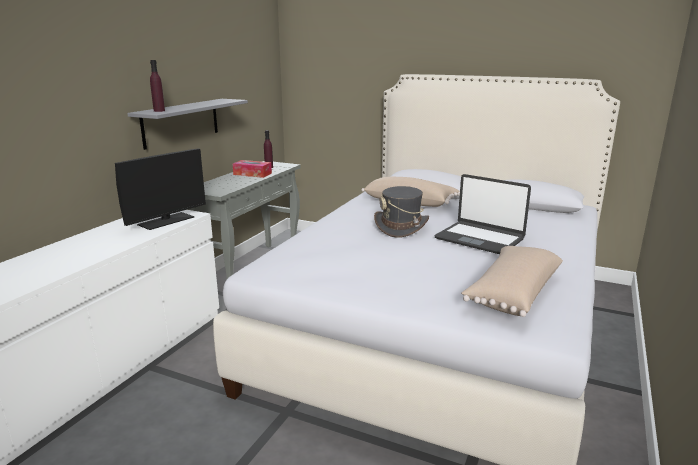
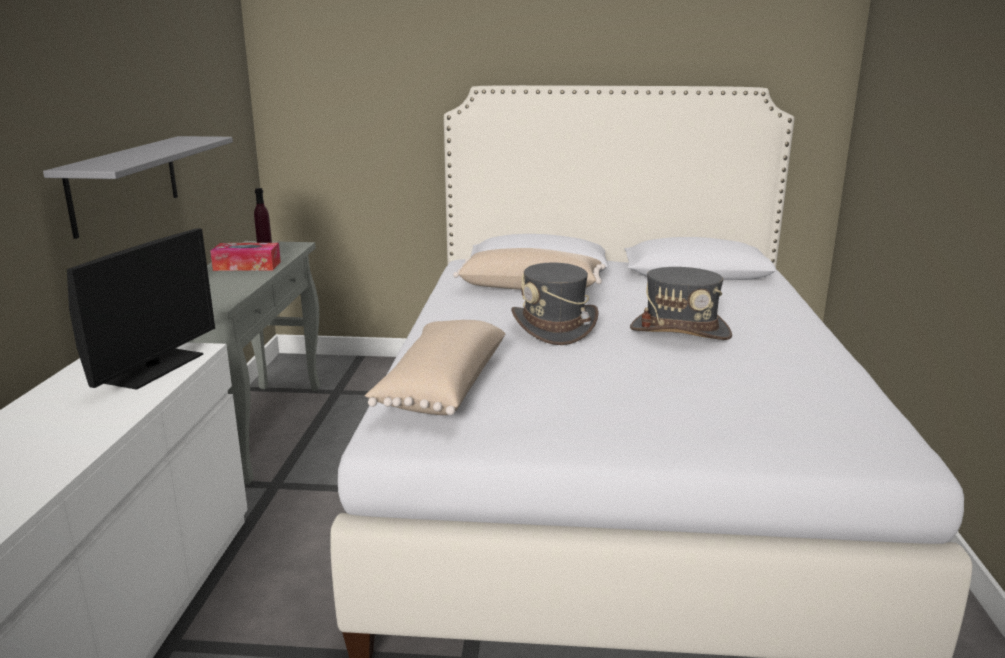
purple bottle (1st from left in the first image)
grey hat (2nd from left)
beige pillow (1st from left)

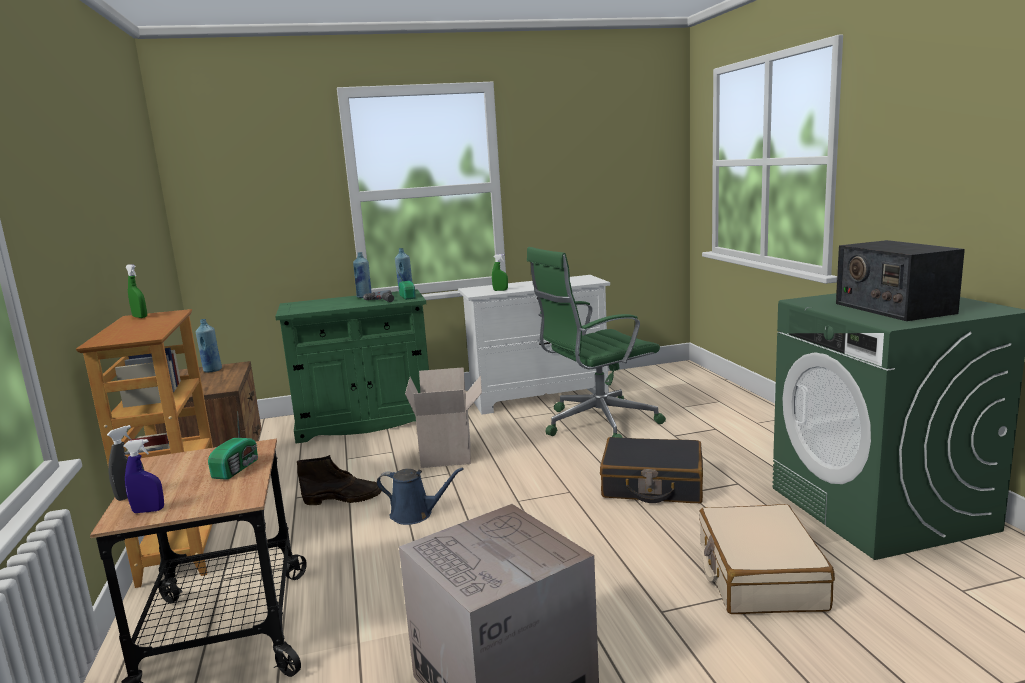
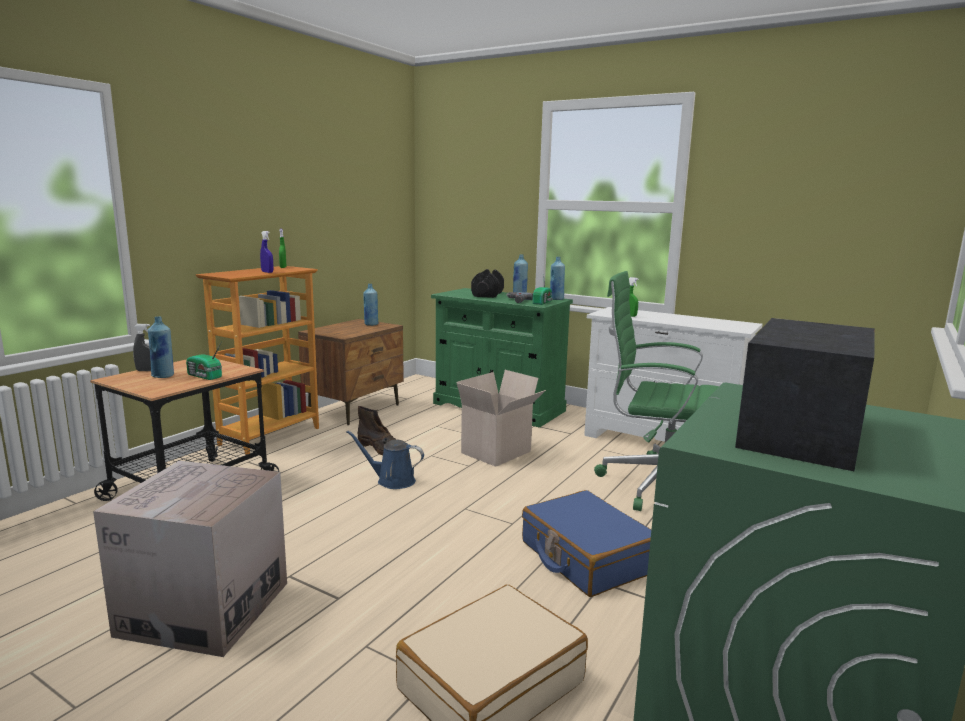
blue spray bottle
radio (1st from left)
blue watering can
blue suitcase
blue bottle (1st from left)
black dumbbell

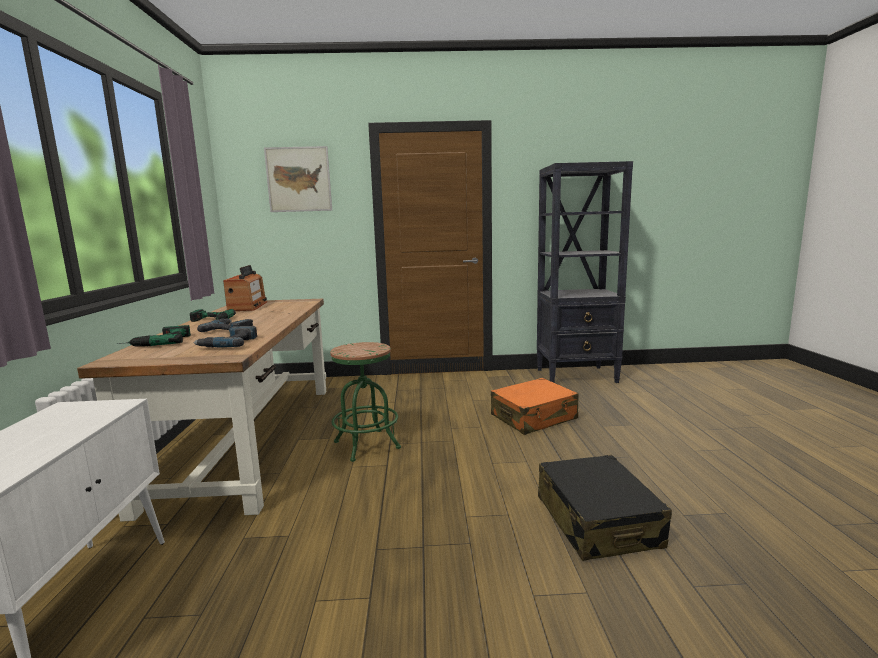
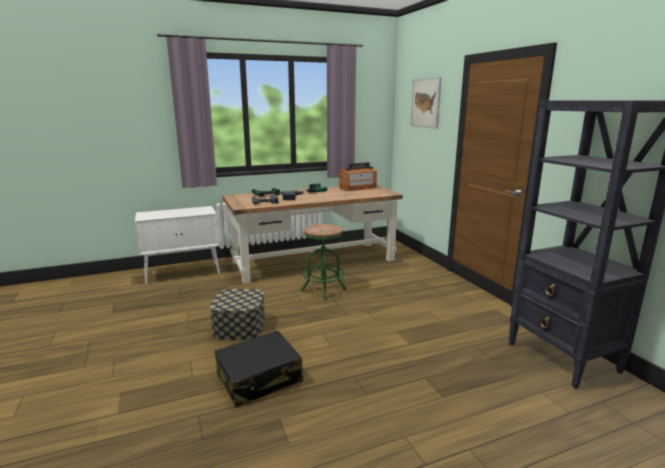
orange suitcase
storage box

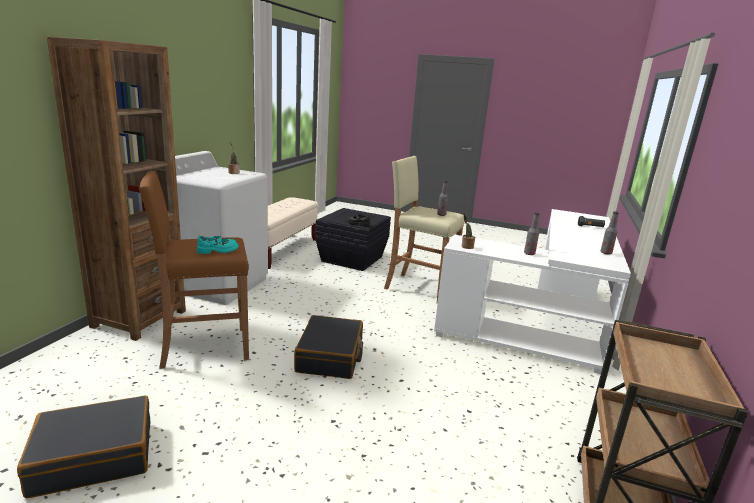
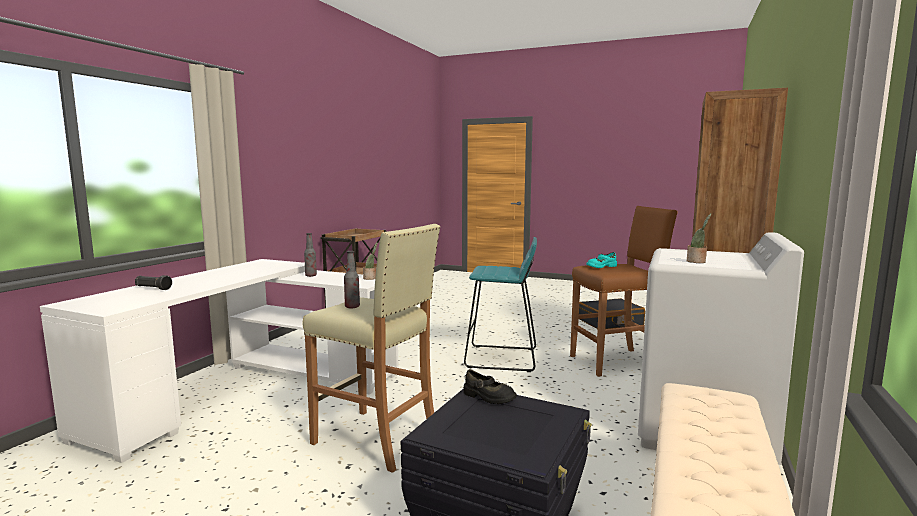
turquoise stool
bottle (3rd from left in the first image)

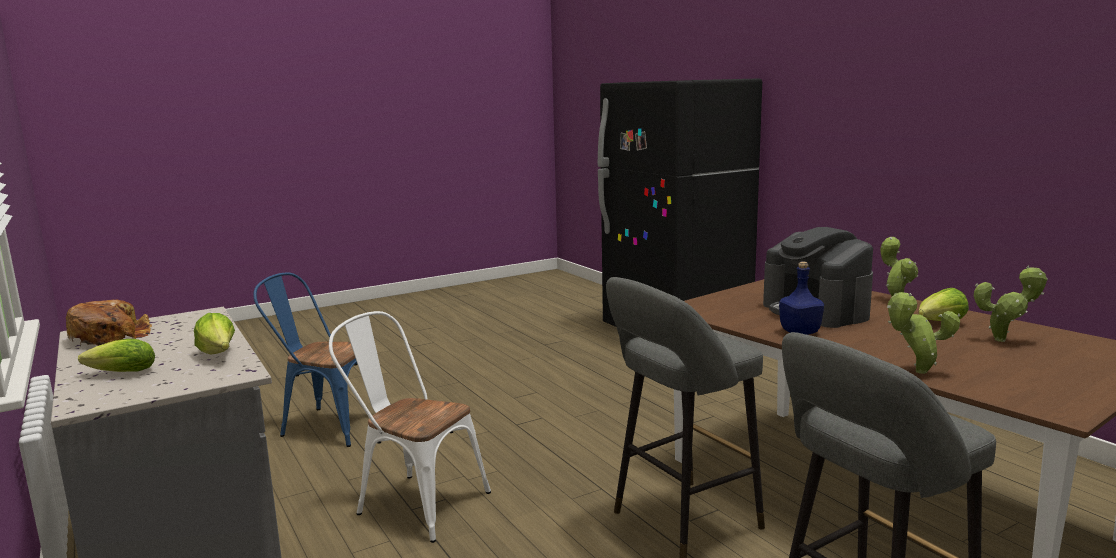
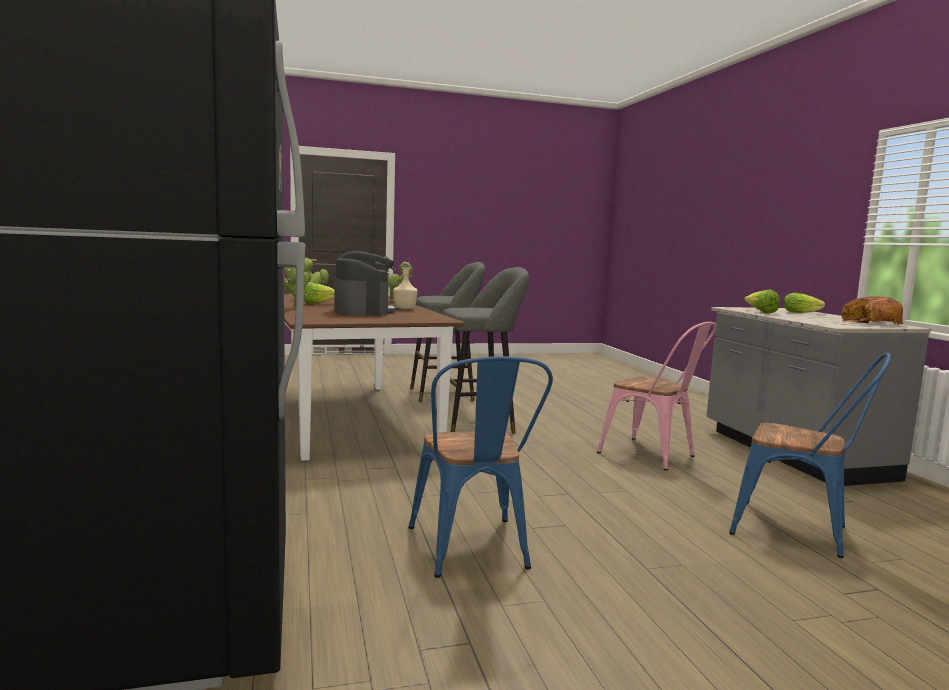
pink chair
beige bottle
blue chair (1st from left)

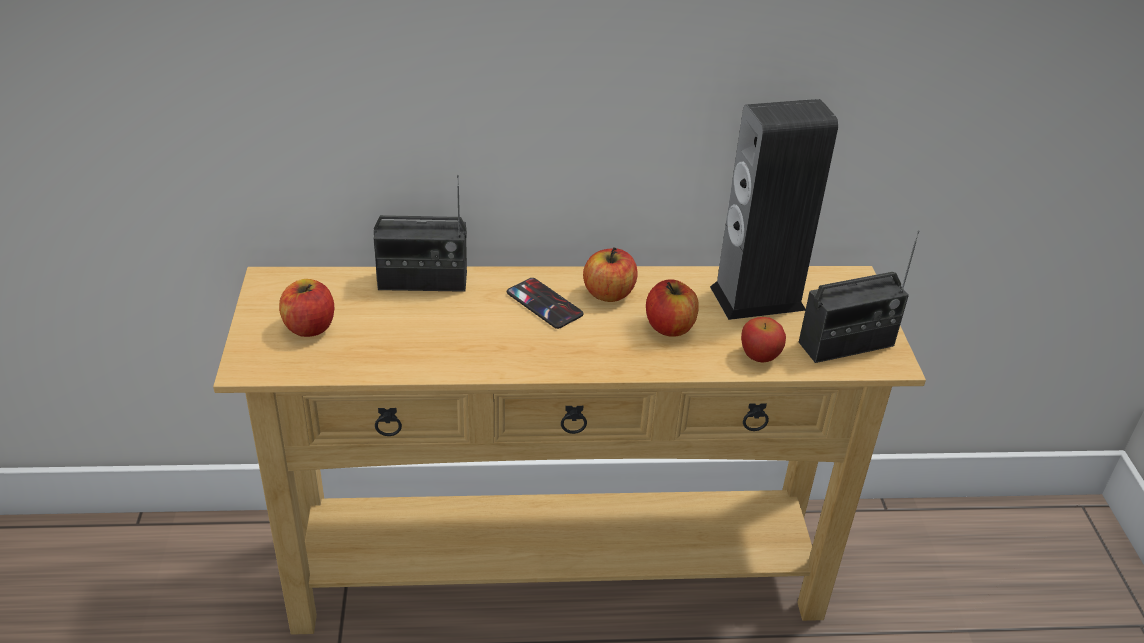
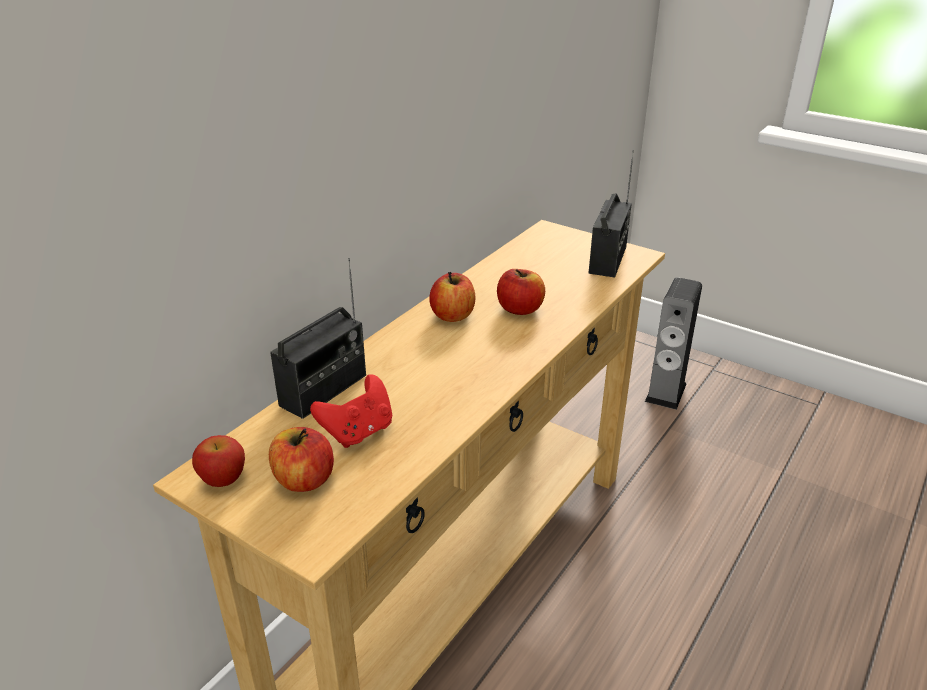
phone
speaker
apple (1st from left)
red game controller

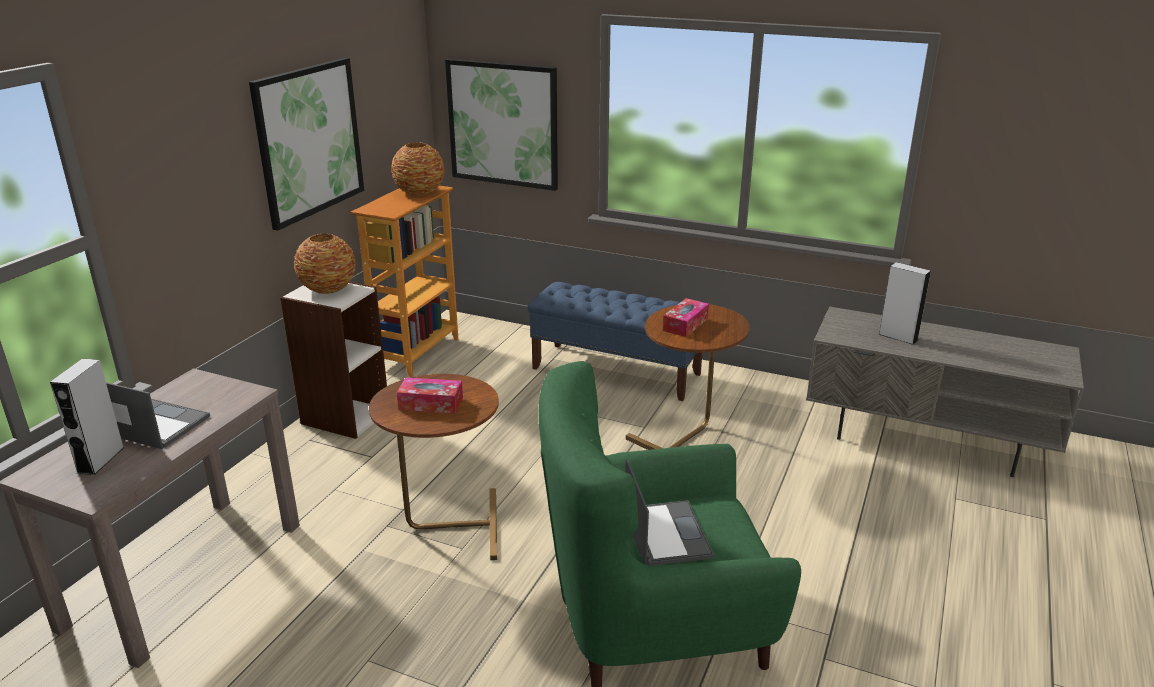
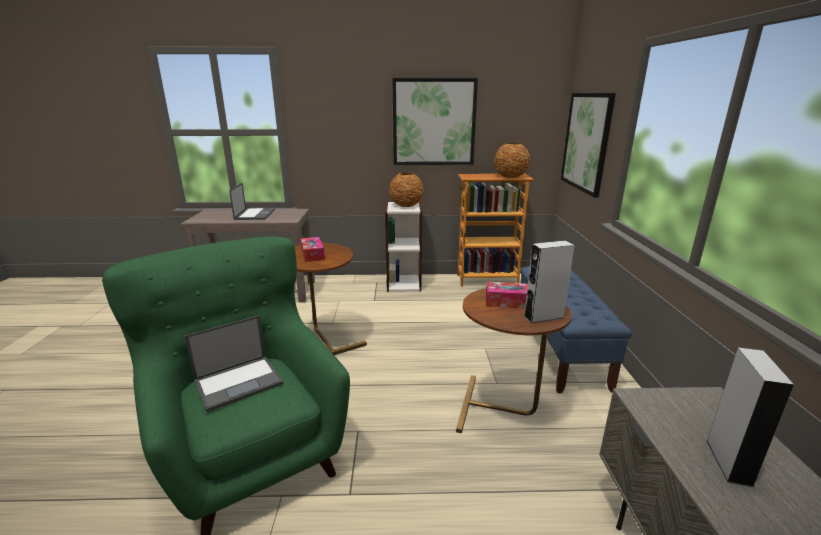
grey speaker (1st from left)

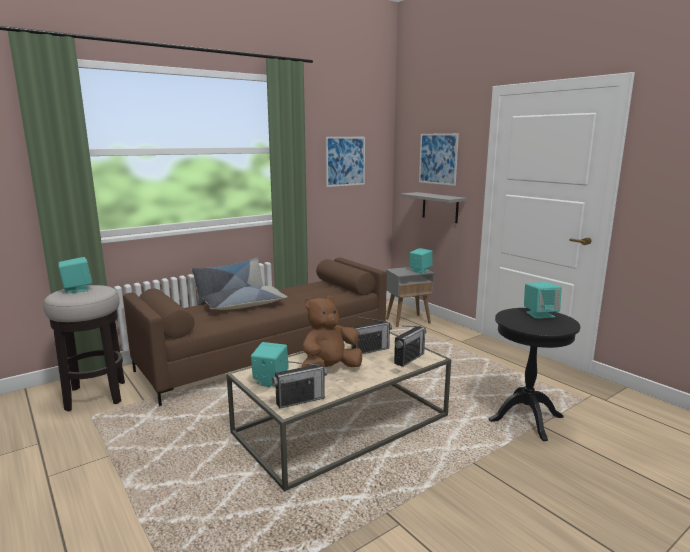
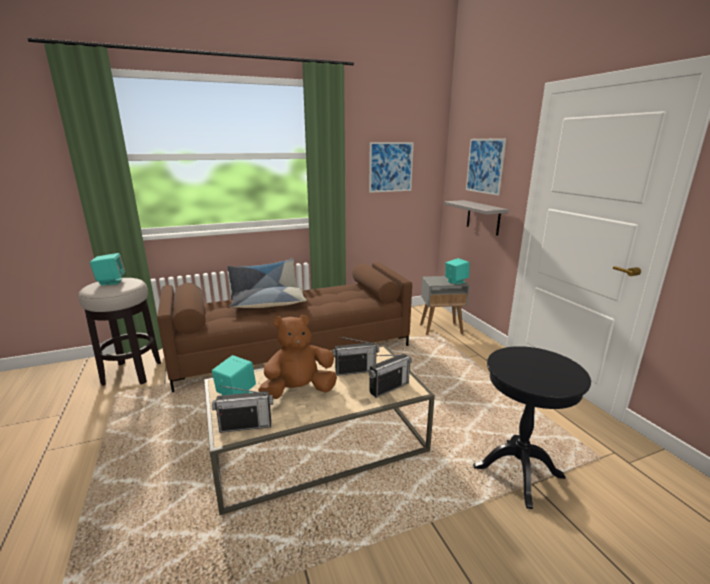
turquoise speaker (4th from left in the first image)

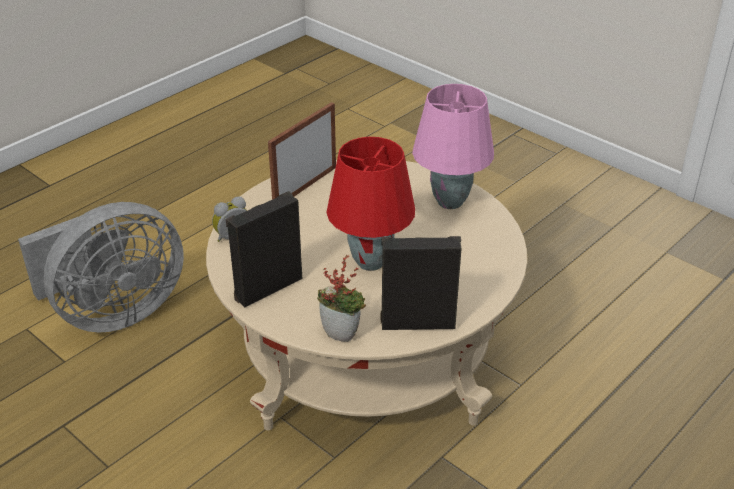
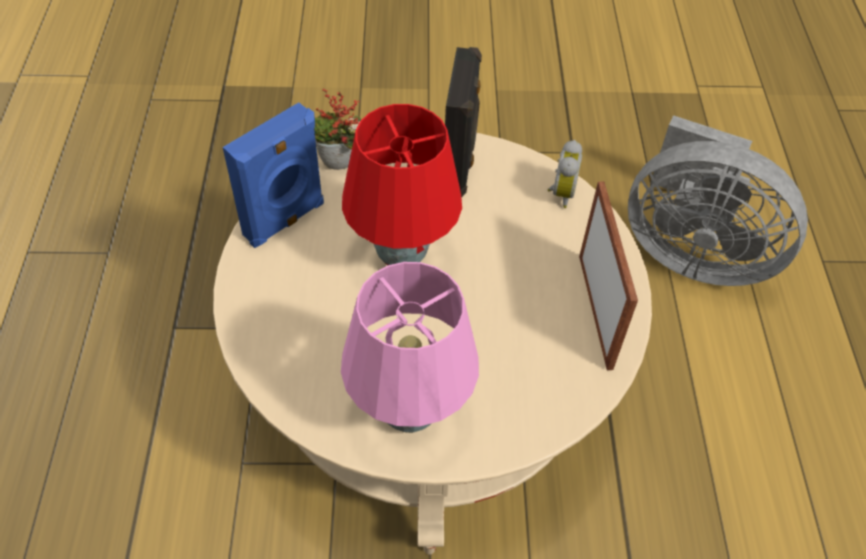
grey fan
blue speaker

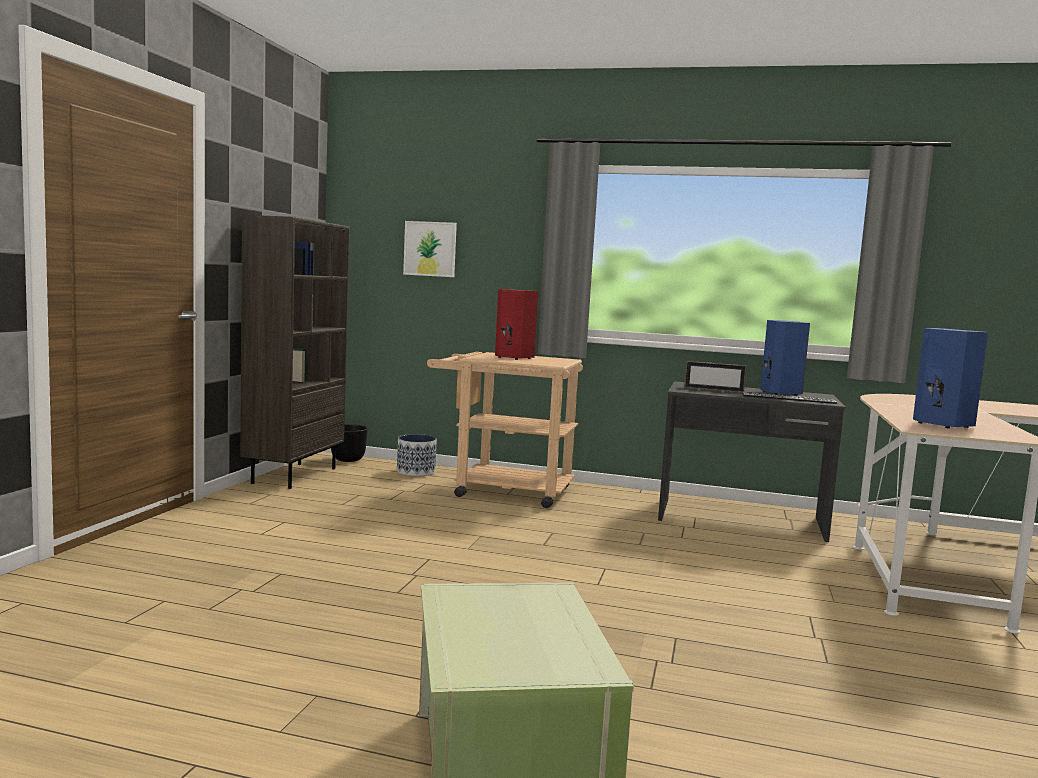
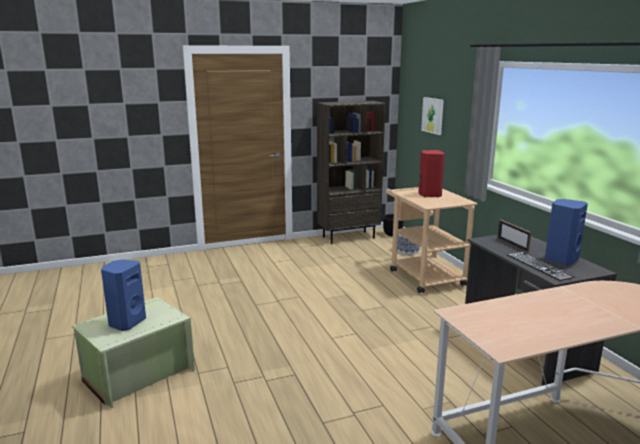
blue speaker (1st from left)

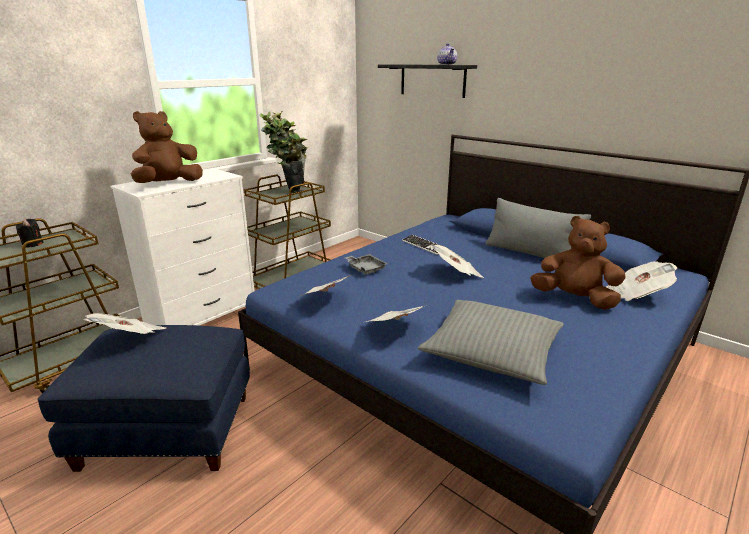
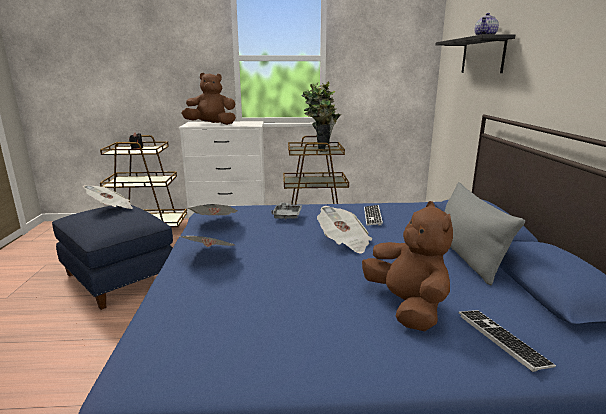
grey pillow (1st from left in the first image)
keyboard (2nd from left)

